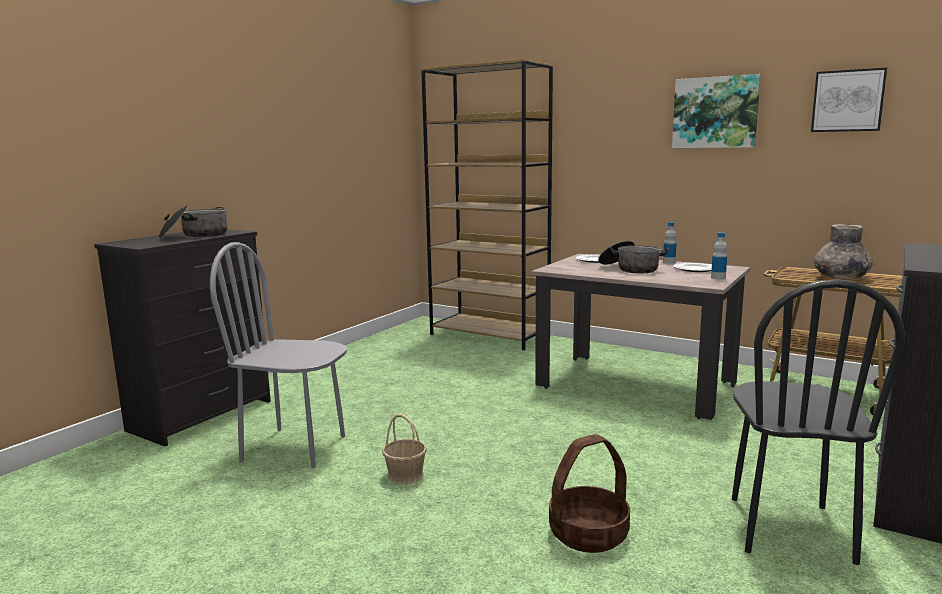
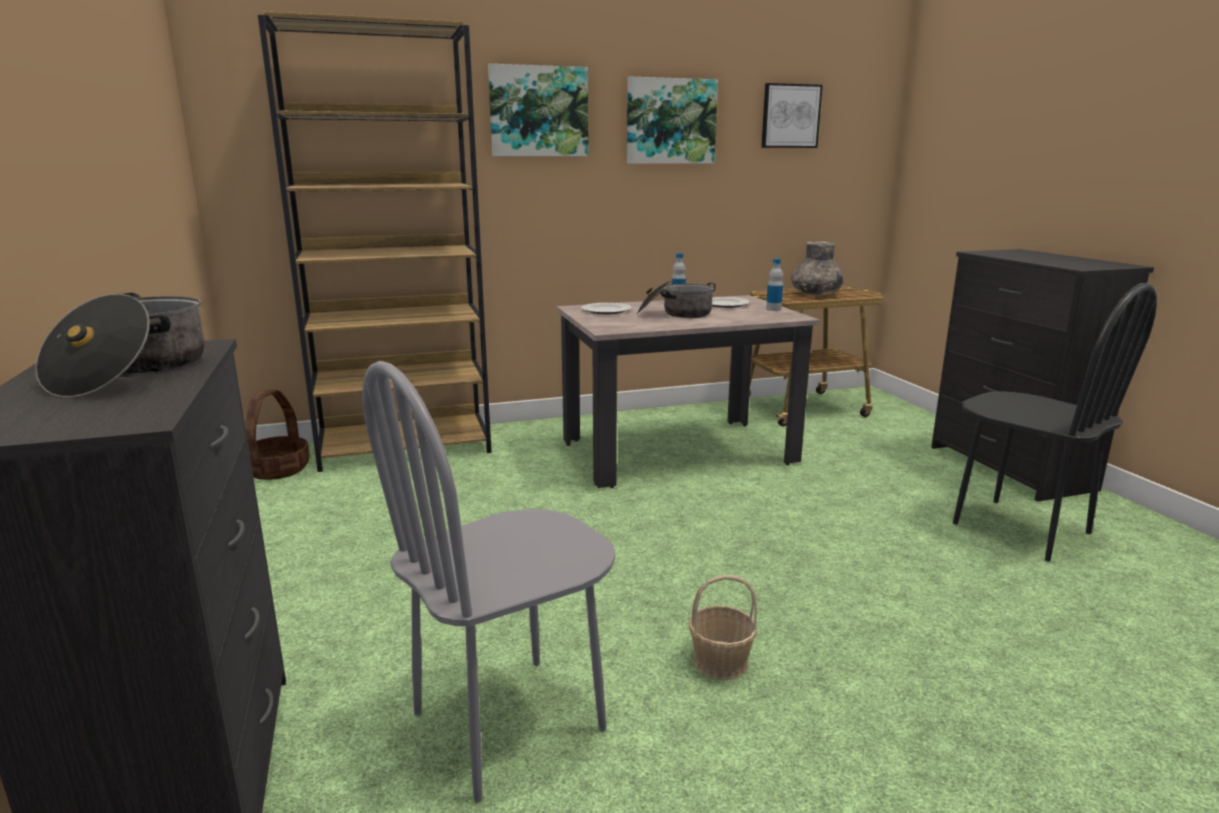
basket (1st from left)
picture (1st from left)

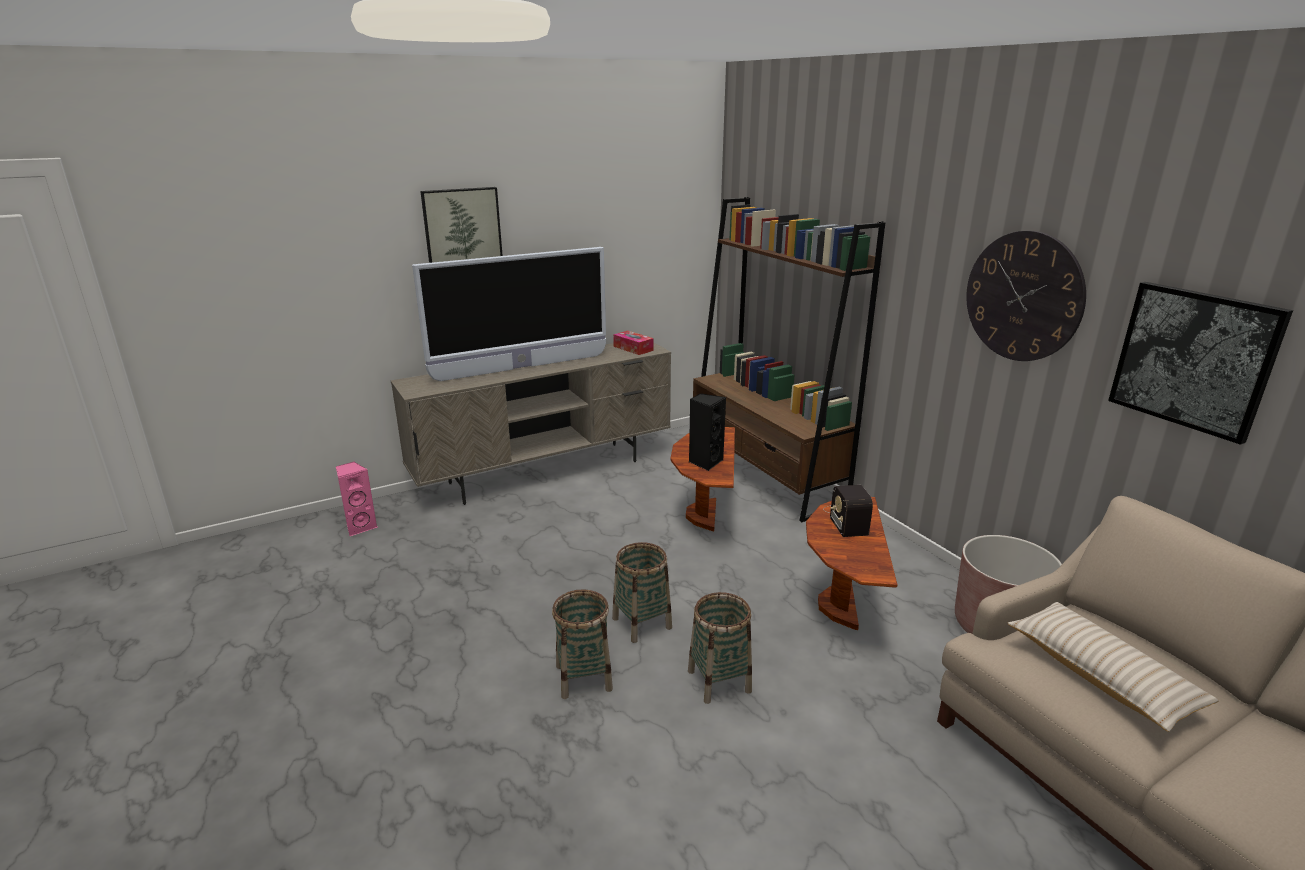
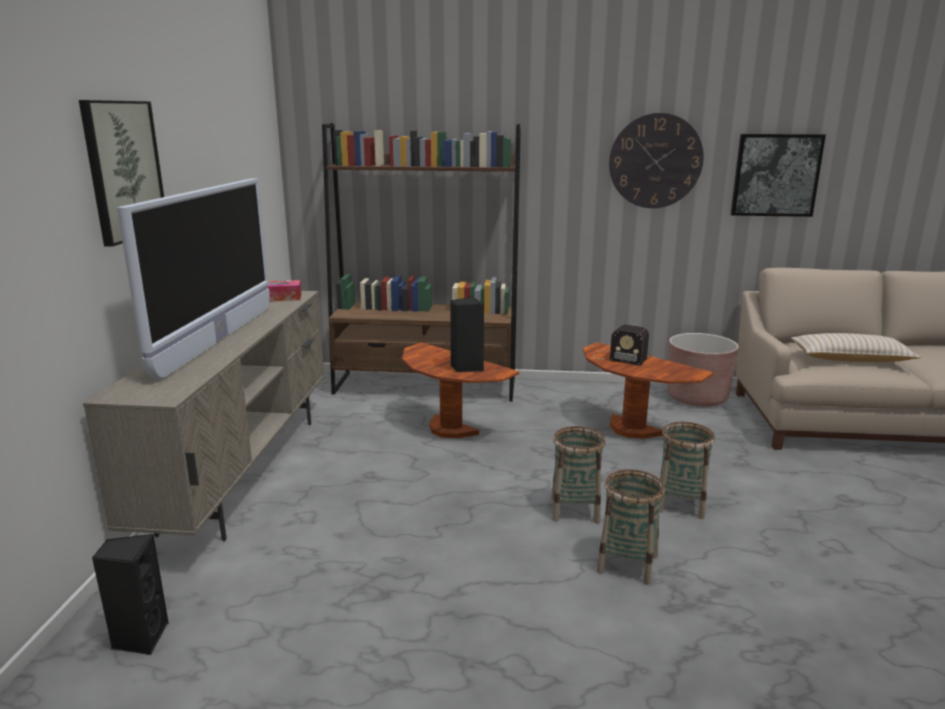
black speaker (1st from left)

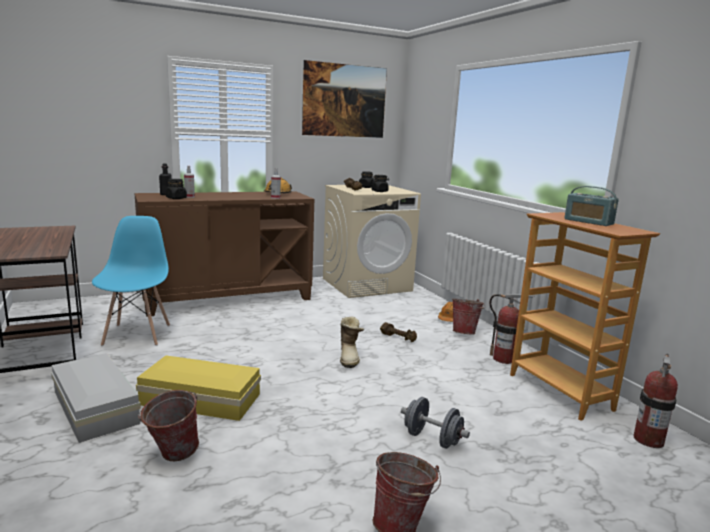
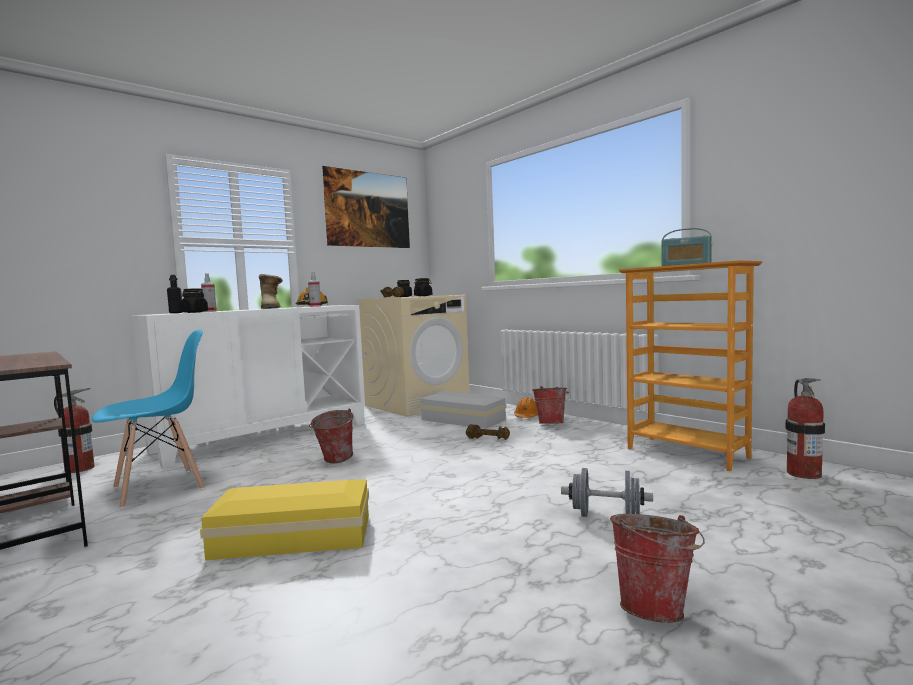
white storage box
blue chair
white cabinet
bucket (1st from left)
boot
fire extinguisher (1st from left)

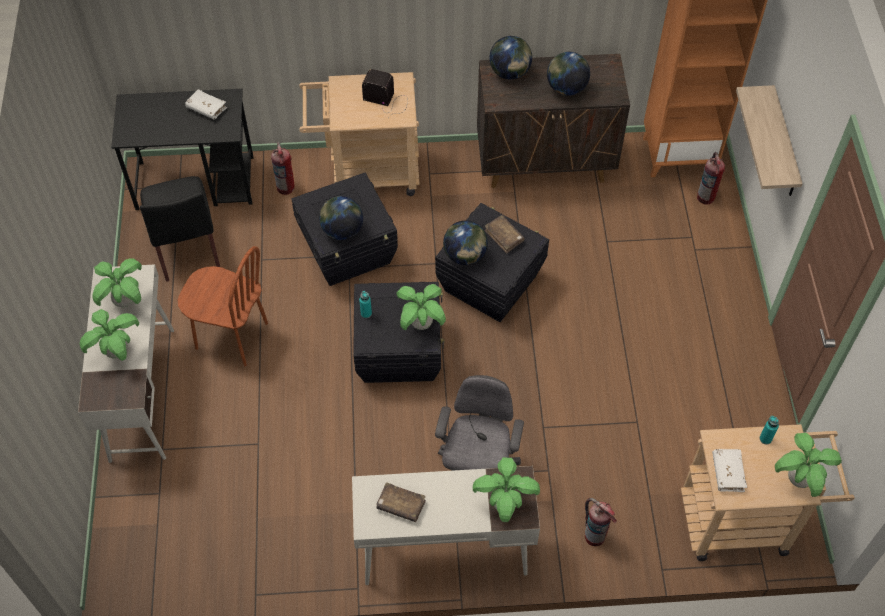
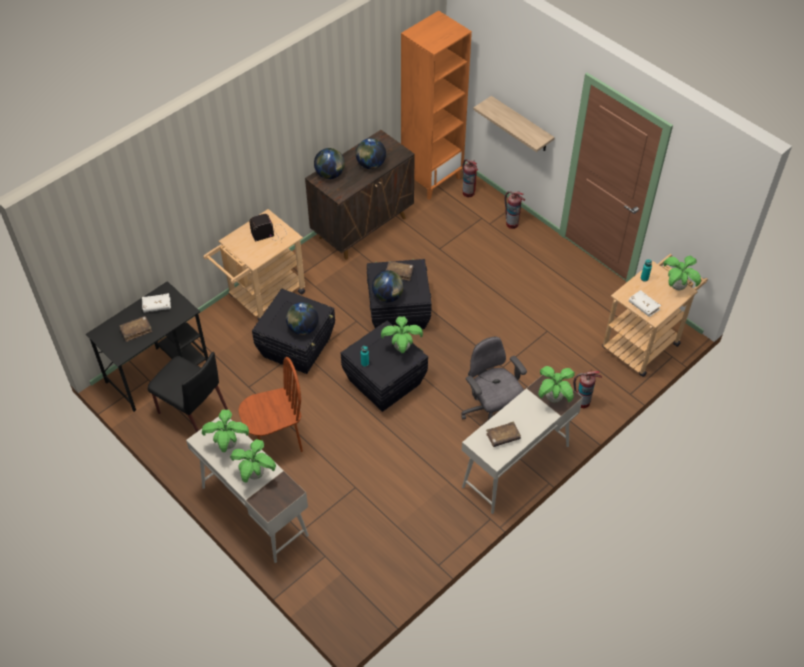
fire extinguisher (2nd from left)
brown book (1st from left)

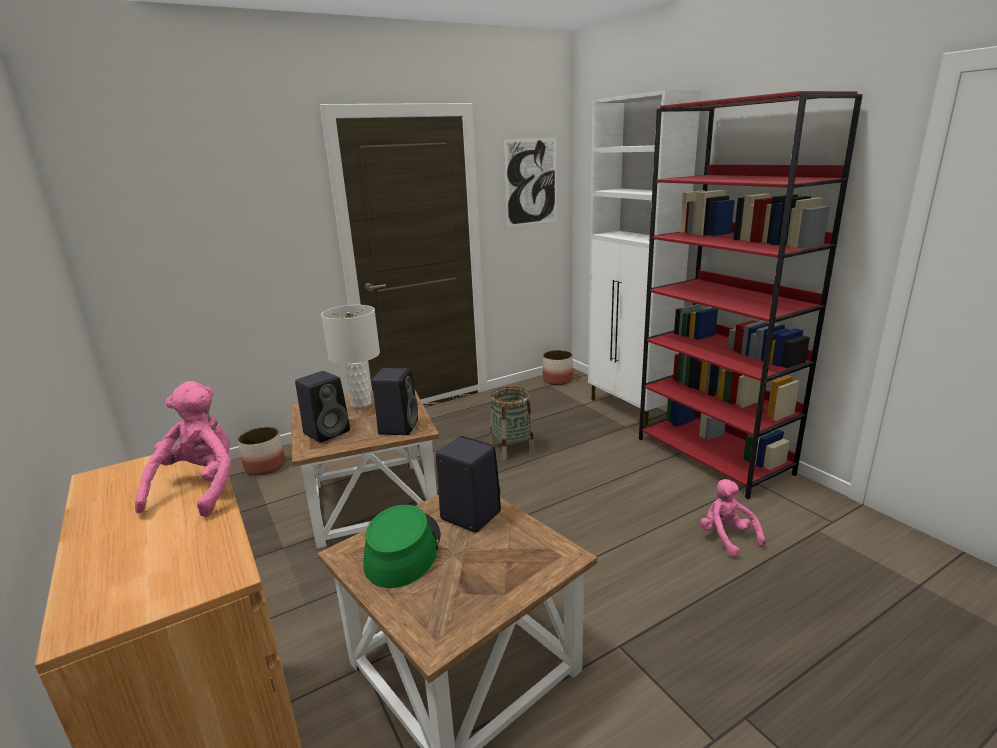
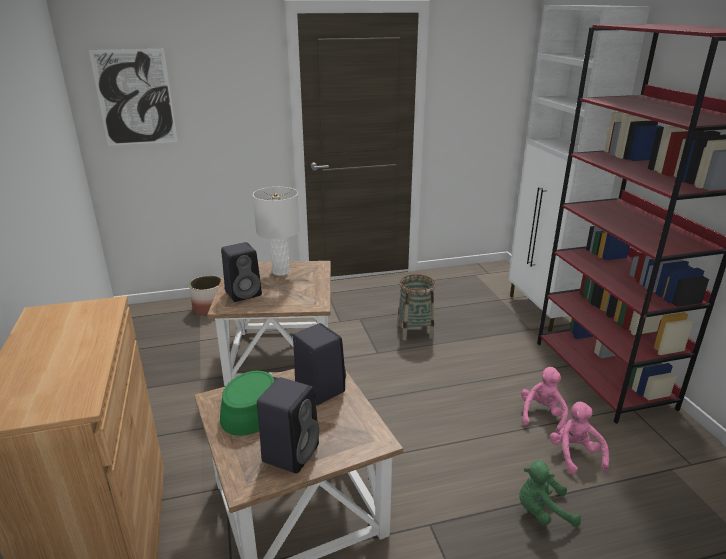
pink plush toy (1st from left)
black speaker (2nd from left)
picture
planter (2nd from left in the first image)
green plush toy

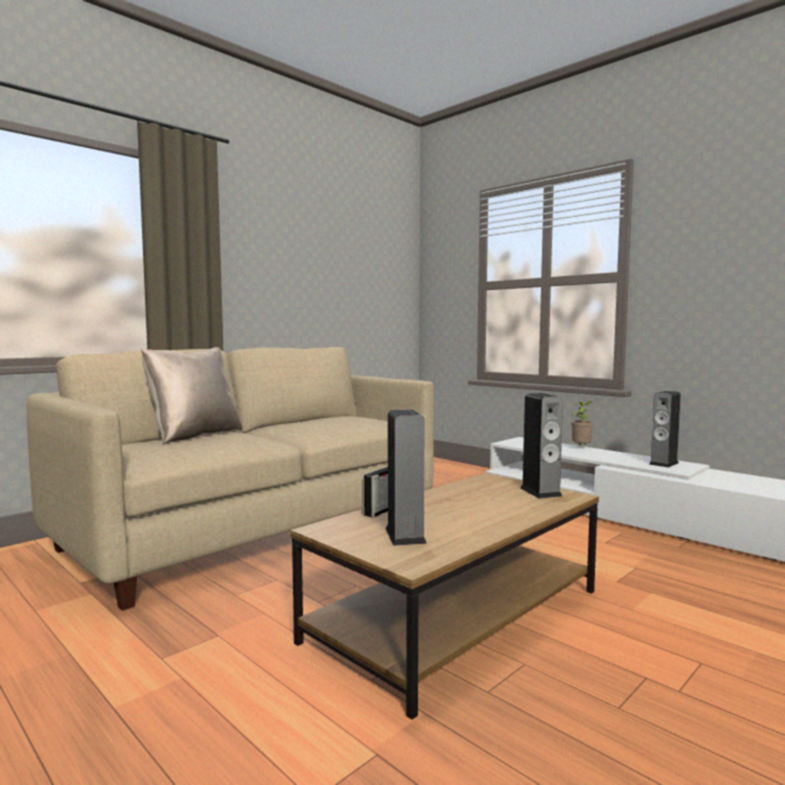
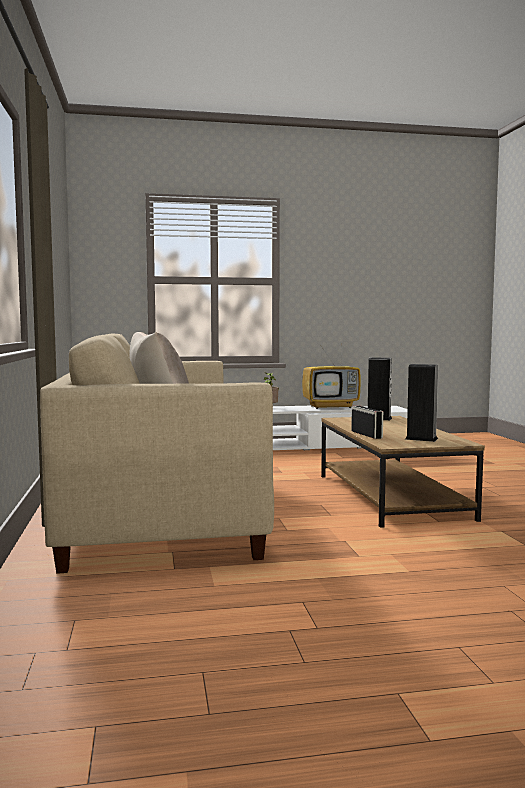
television

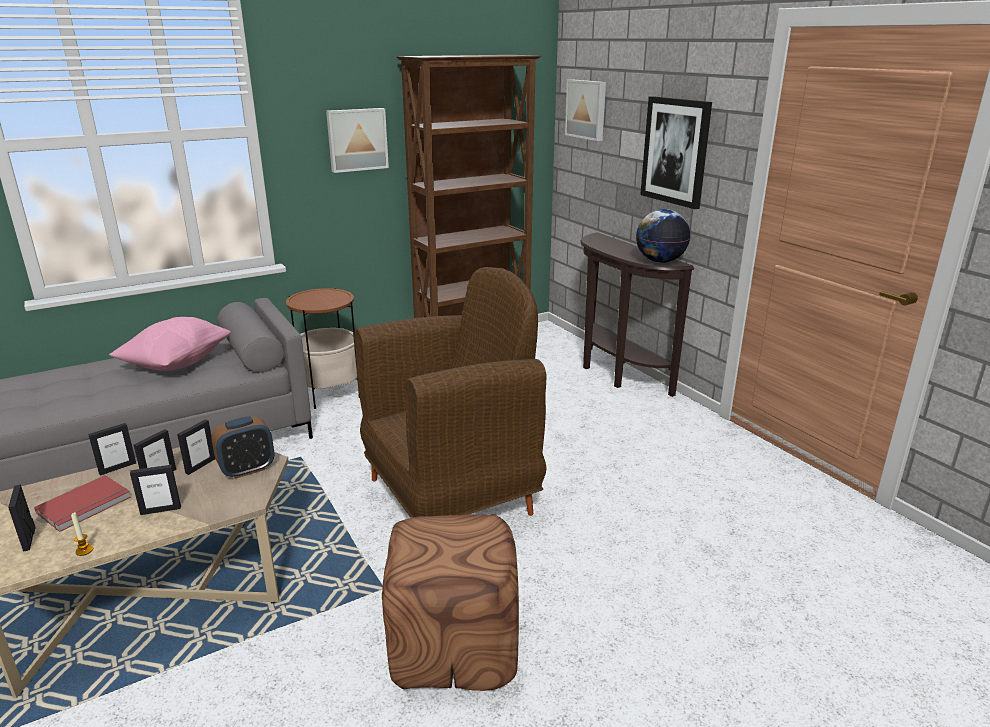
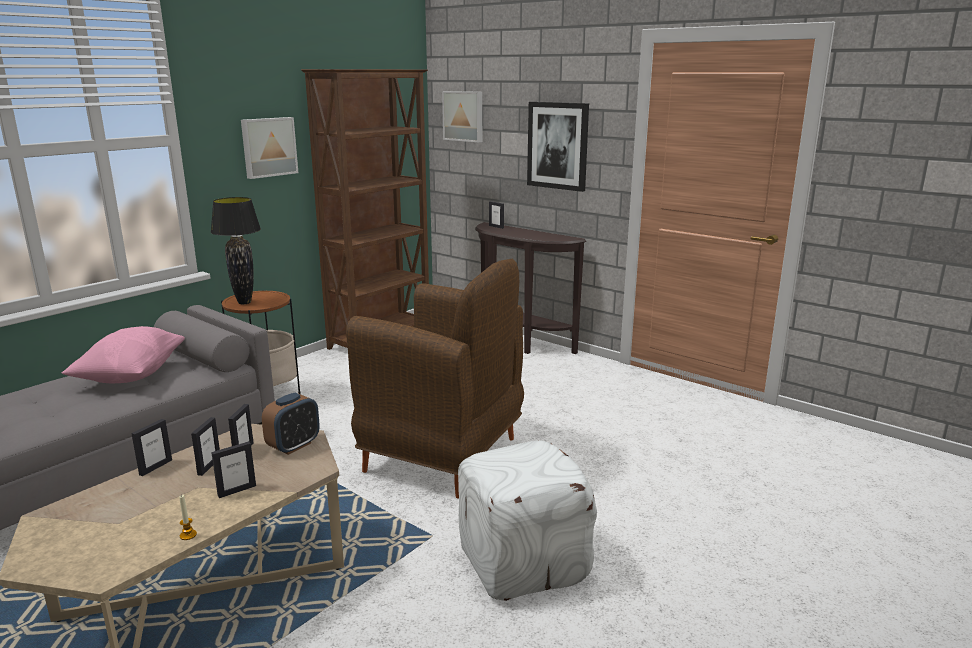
picture frame (5th from left)
red book
brown armchair
white ottoman
globe
black table lamp

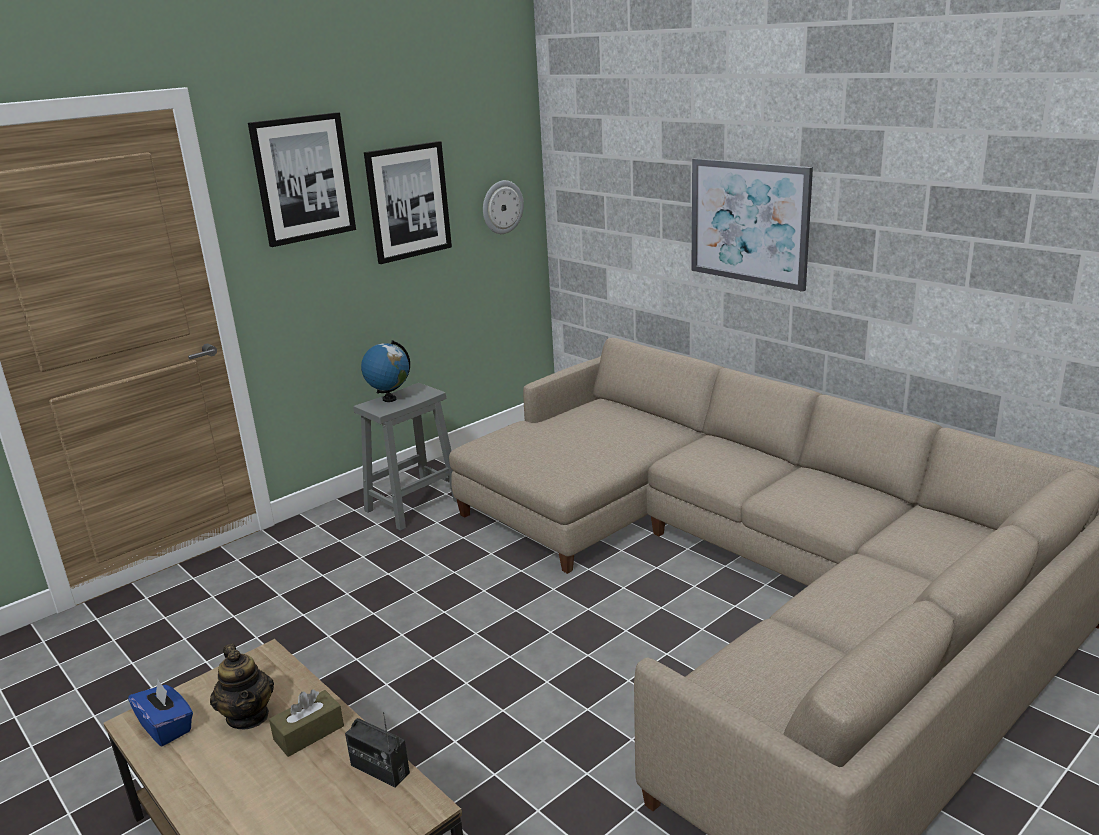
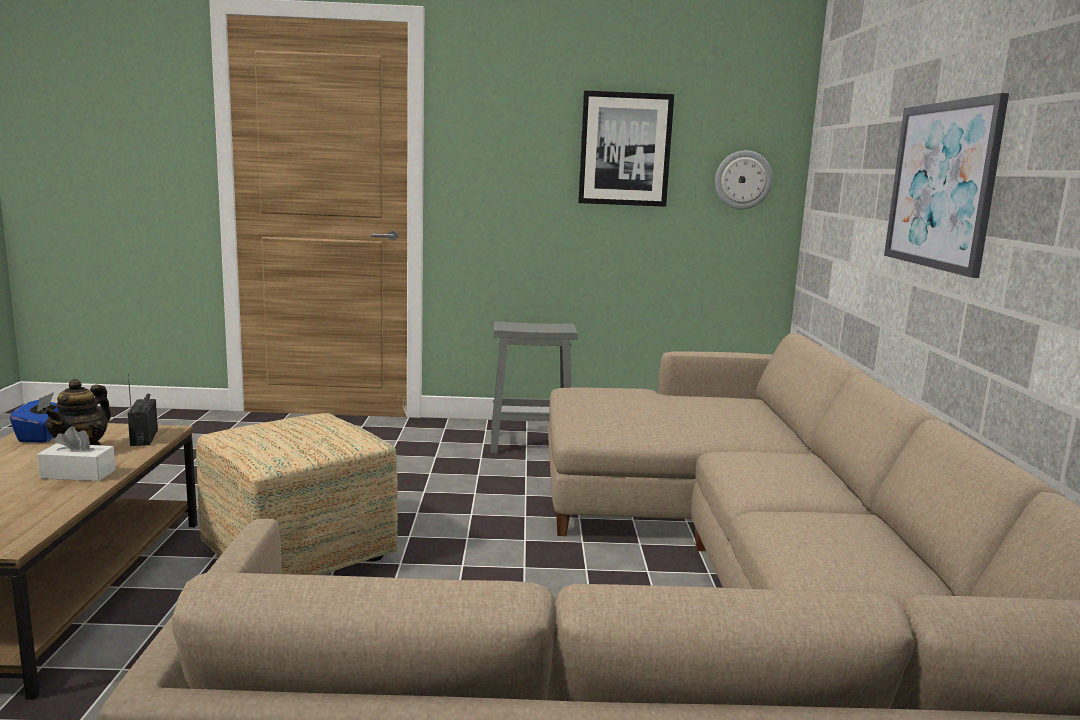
picture (1st from left in the first image)
white tissue box
radio
globe
ottoman

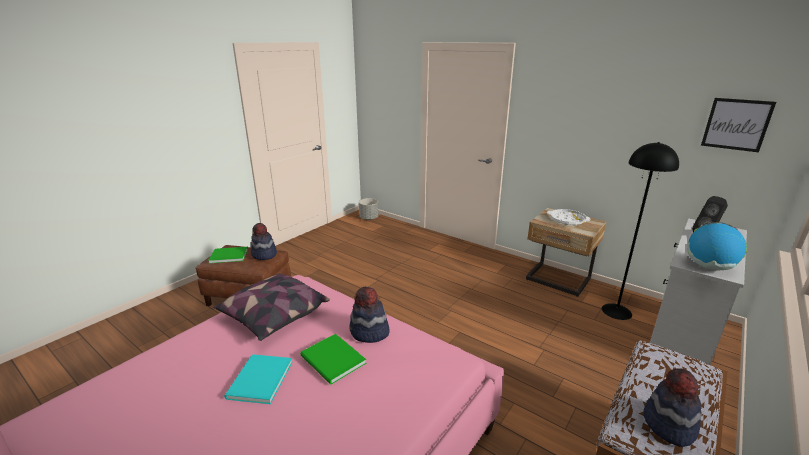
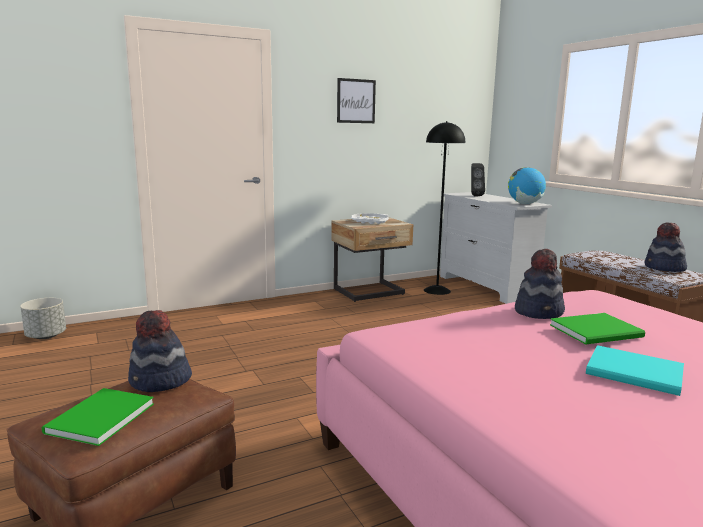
pillow
picture

